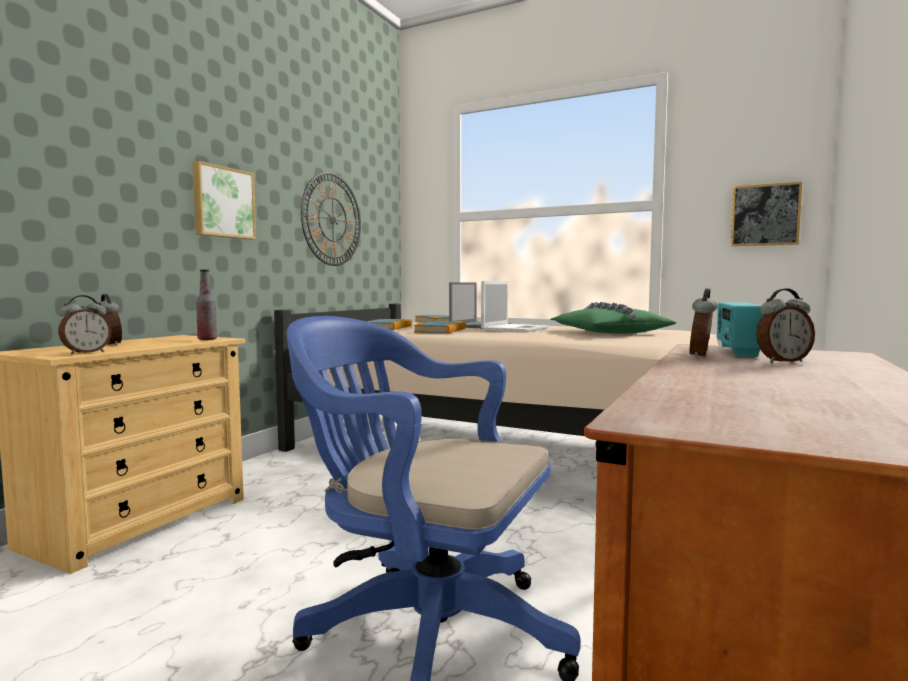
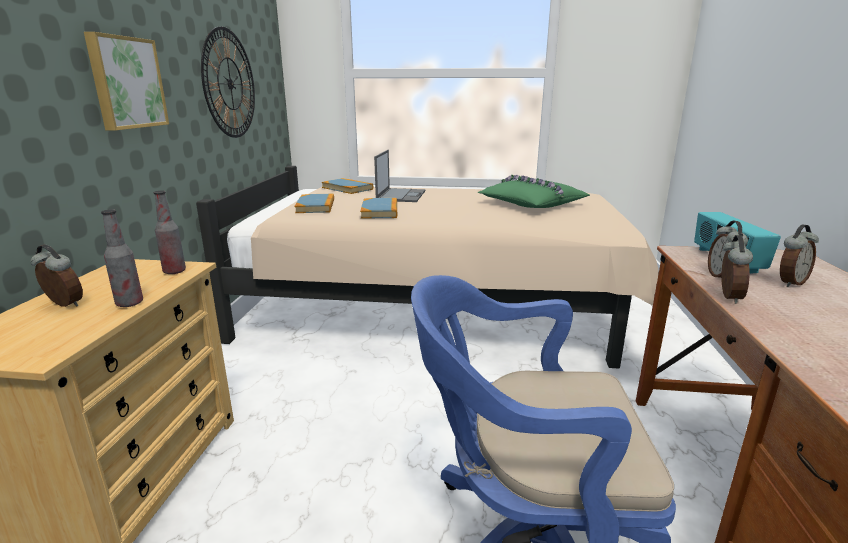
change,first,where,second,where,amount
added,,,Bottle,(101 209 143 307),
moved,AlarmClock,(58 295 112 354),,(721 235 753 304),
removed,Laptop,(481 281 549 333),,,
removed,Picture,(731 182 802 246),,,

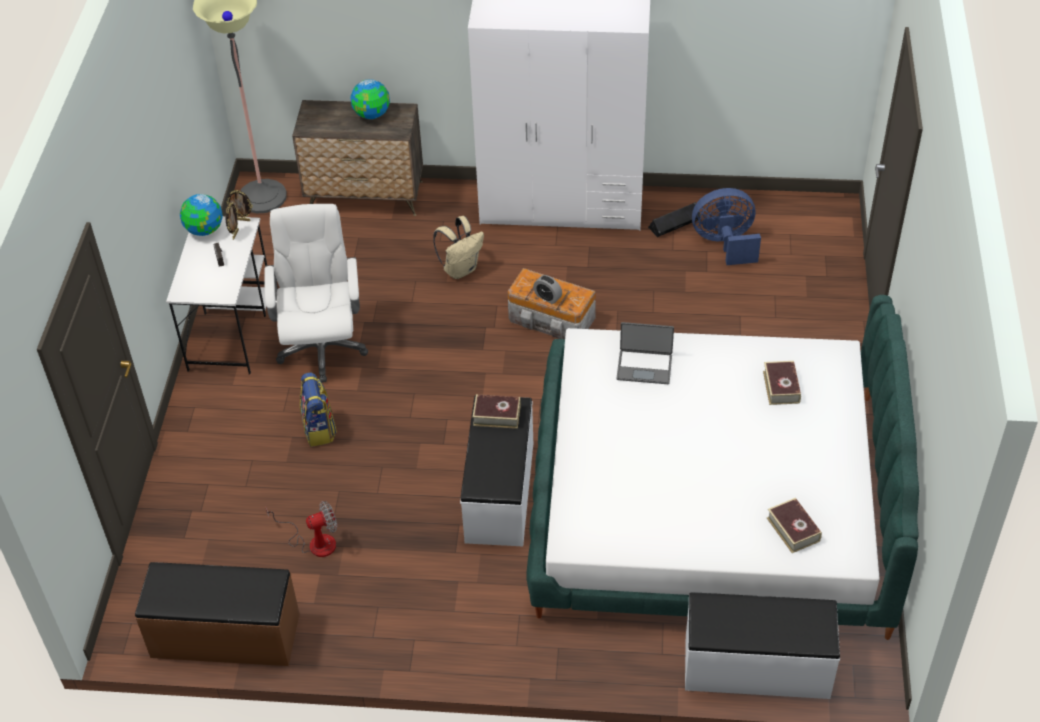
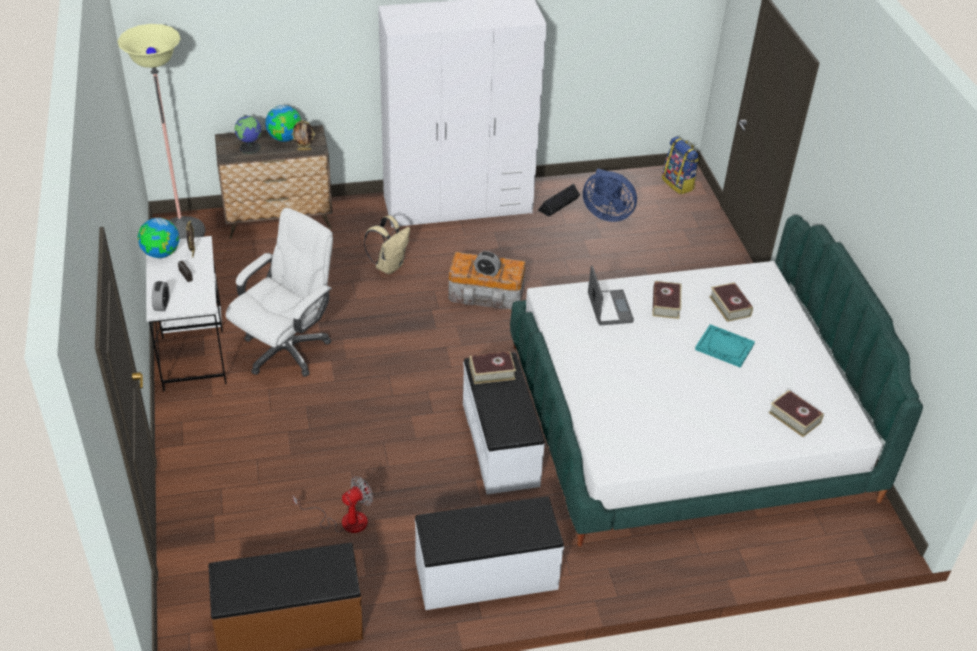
change,first,where,second,where,amount
added,,,AlarmClock,(152 281 169 311),
turned,WhiteOfficeChair,(265 204 368 383),,(226 208 333 377),60 degrees clockwise
added,,,Globe,(234 115 262 154),
moved,PictureFrame,(227 190 253 221),,(291 120 315 151),
moved,WhiteBench,(685 592 840 699),,(415 496 564 610),
turned,BlueFan,(692 188 761 265),,(583 169 637 222),135 degrees counterclockwise
turned,Laptop,(617 322 674 384),,(588 266 634 325),90 degrees counterclockwise
added,,,Book,(652 281 681 319),
moved,Backpack,(300 373 337 447),,(662 136 699 195),
added,,,TurquoiseTray,(695 324 755 368),

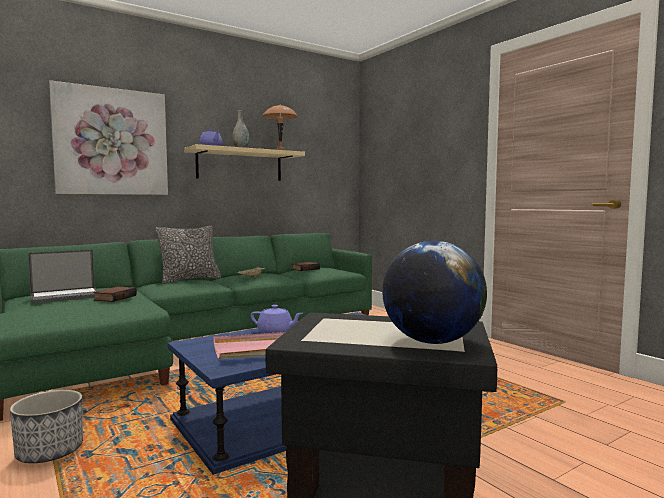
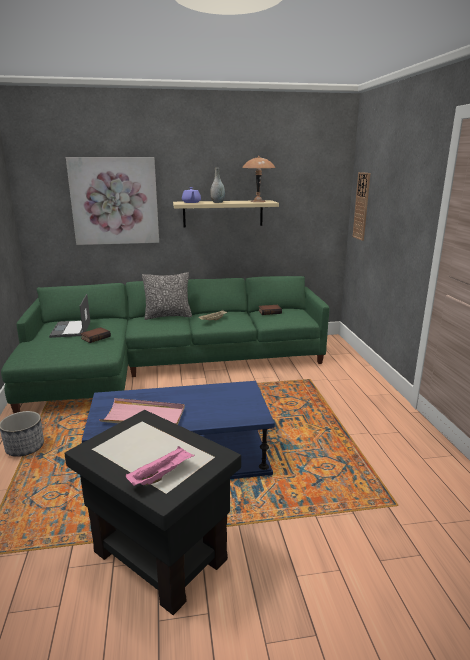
change,first,where,second,where,amount
turned,Laptop,(28 249 98 304),,(49 294 90 338),90 degrees clockwise
replaced,Globe,(382 241 487 344),PinkTray,(126 446 195 486),
added,,,WallClock,(353 172 370 241),
removed,PurpleTeapot,(251 305 303 333),,,

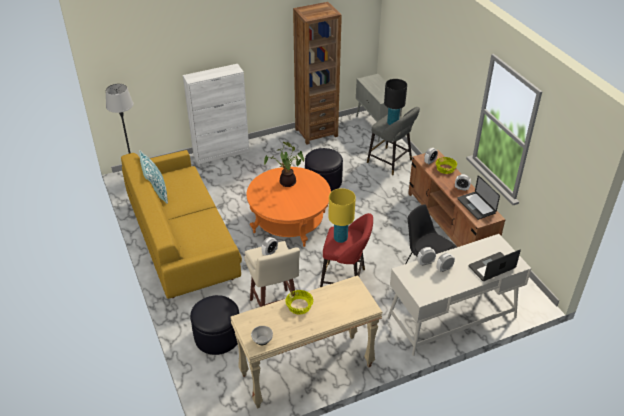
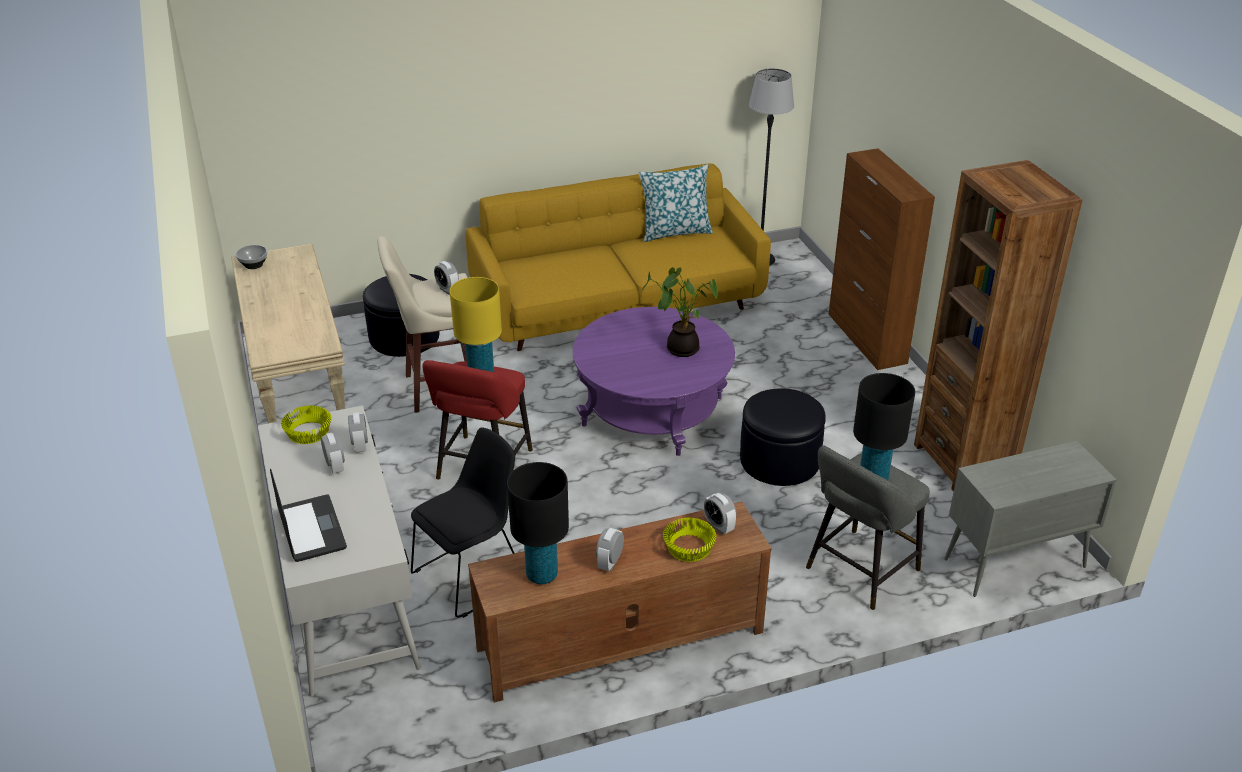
change,first,where,second,where,amount
moved,YellowBowl,(285 290 314 314),,(281 406 331 444),
replaced,Laptop,(457 175 500 220),BlackTableLamp,(507 462 569 584),
recoloured,OrangeCoffeeTable,(246 167 331 247),PurpleCoffeeTable,(573 307 735 456),
recoloured,WhiteCabinet,(183 64 249 164),BrownCabinet,(829 148 935 370),

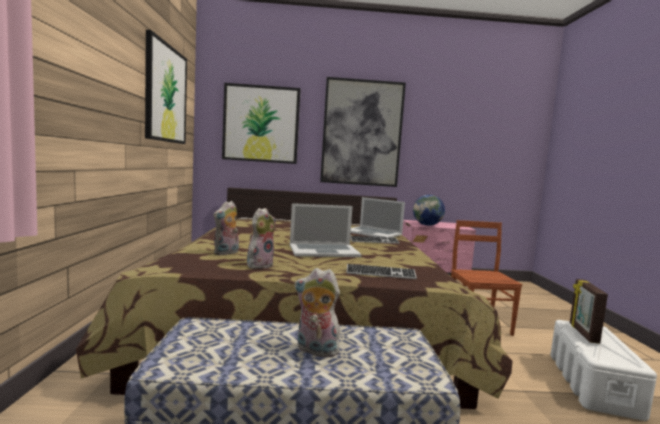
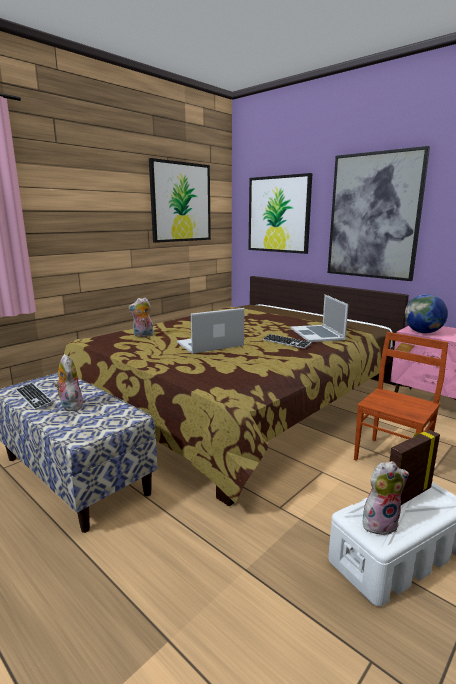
change,first,where,second,where,amount
moved,Keyboard,(346 264 417 279),,(16 383 53 410),
turned,Laptop,(290 203 362 257),,(177 308 244 354),120 degrees clockwise
moved,PlushToy,(247 208 276 269),,(363 461 409 535),

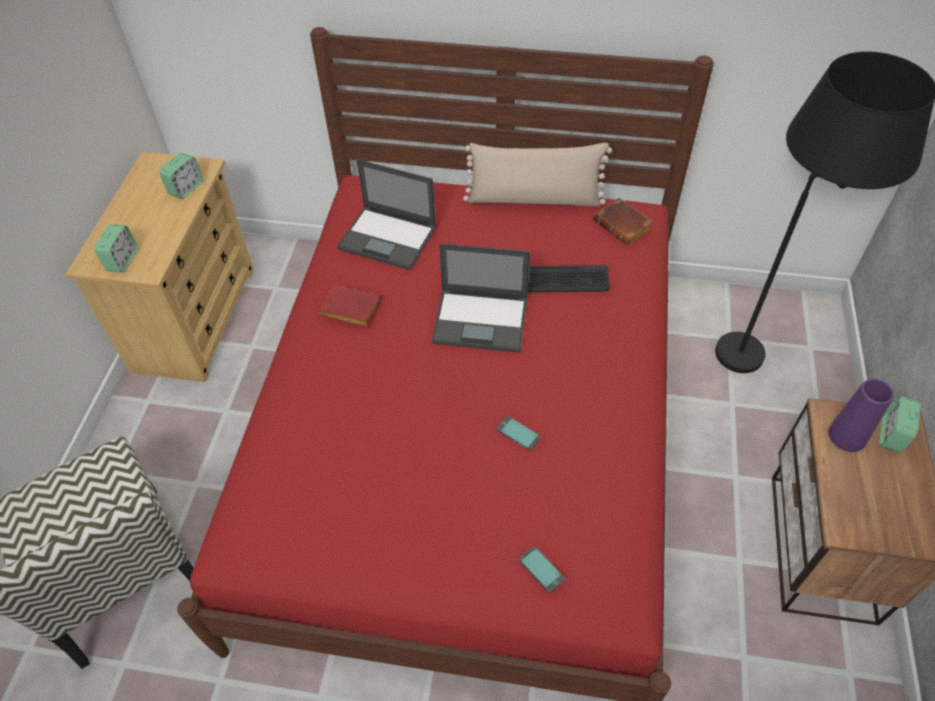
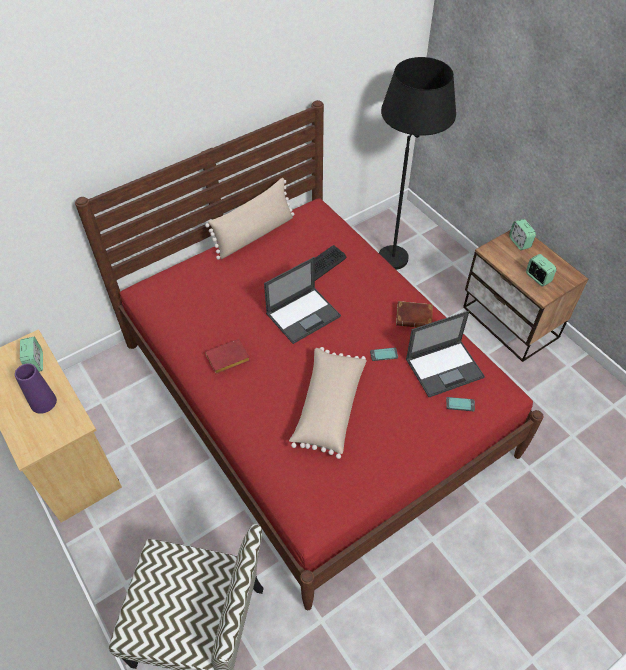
change,first,where,second,where,amount
moved,PurpleVase,(828 379 894 452),,(15 363 57 414),
added,,,BeigePillow,(289 347 367 459),
moved,BrownBook,(593 198 653 245),,(396 301 433 327),
moved,Laptop,(337 159 437 270),,(406 311 485 397),
moved,AlarmClock,(94 224 138 273),,(526 254 556 286),

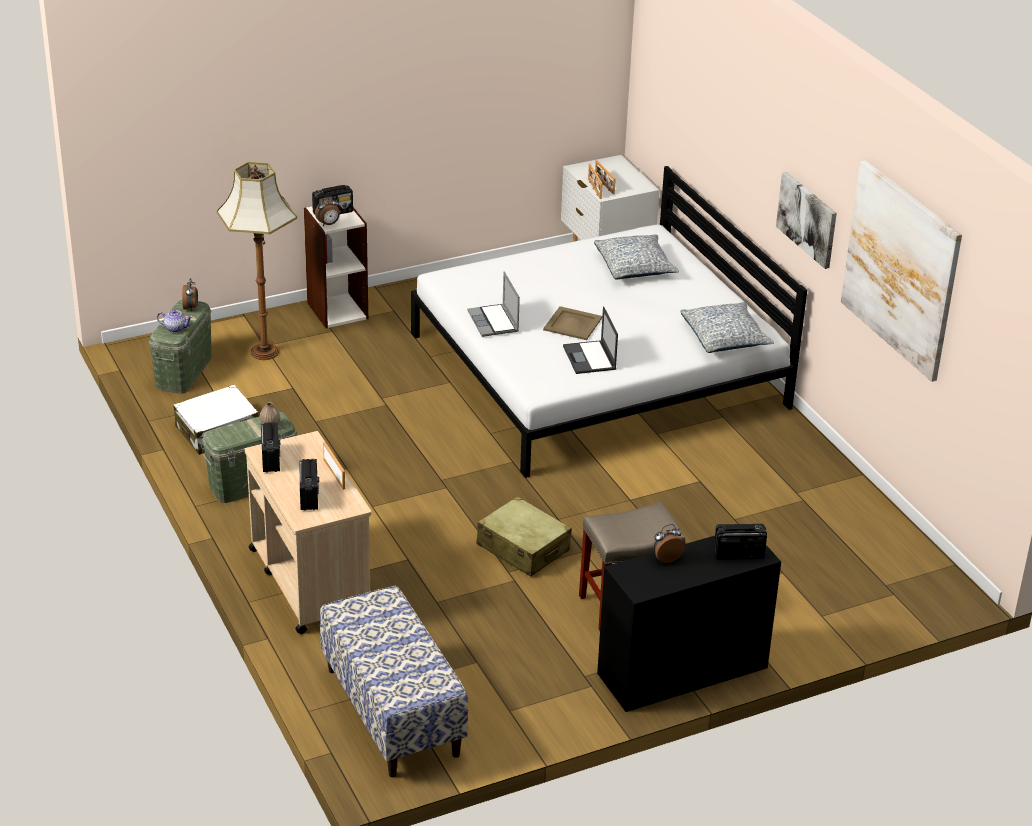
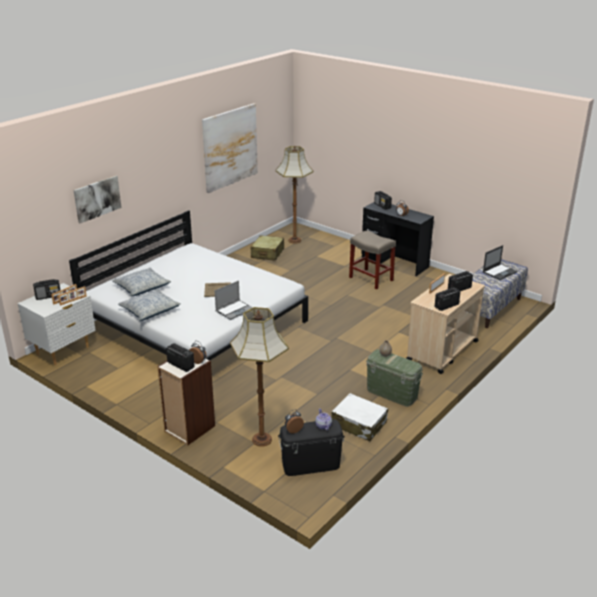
change,first,where,second,where,amount
added,,,Radio,(33 279 60 300),
moved,Picture,(776 172 837 269),,(74 175 121 223),
moved,Pillow,(681 302 774 353),,(118 289 181 321),
moved,BeigeSuitcase,(476 496 572 577),,(251 235 284 261),
added,,,FloorLamp,(275 146 313 244),
recoloured,GreenStorageBox,(149 300 212 394),BlackStorageBox,(278 419 345 476),
moved,Laptop,(563 307 618 374),,(483 245 517 280),

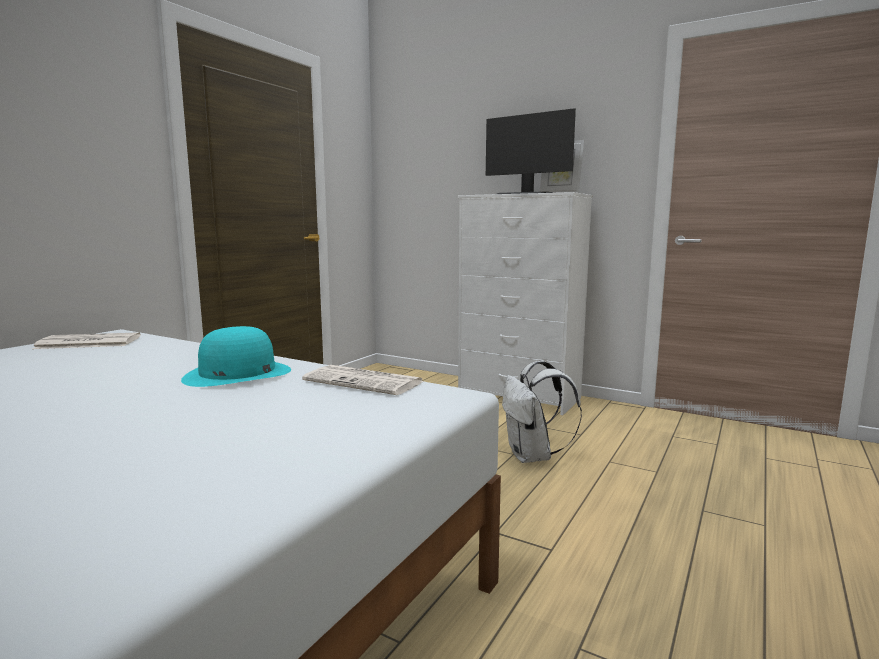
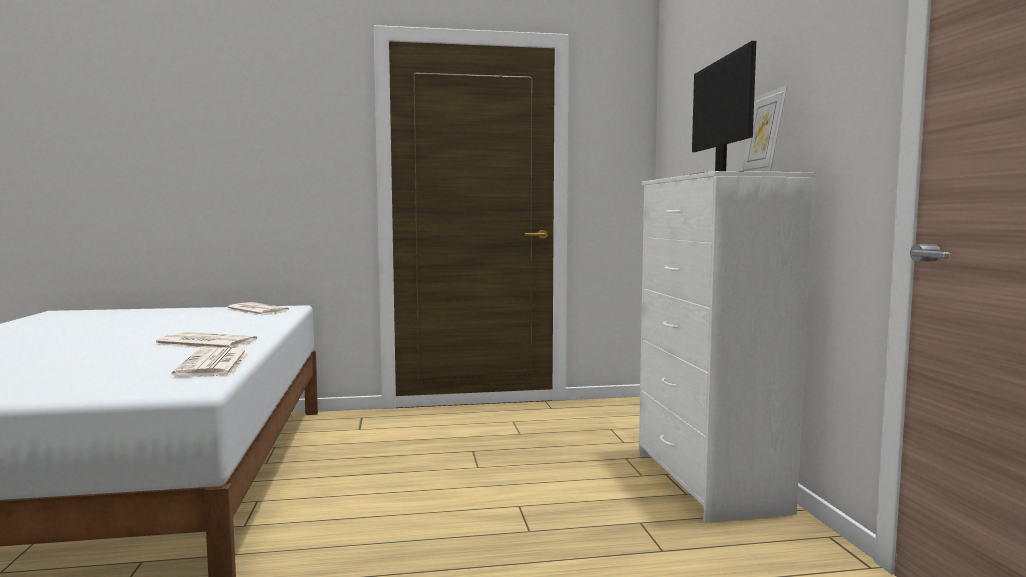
change,first,where,second,where,amount
replaced,TurquoiseHat,(181 326 291 387),Newspaper,(154 332 257 349),
removed,WhiteBackpack,(502 361 582 463),,,

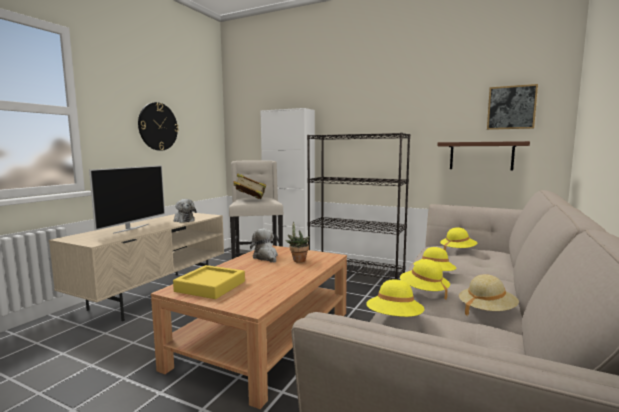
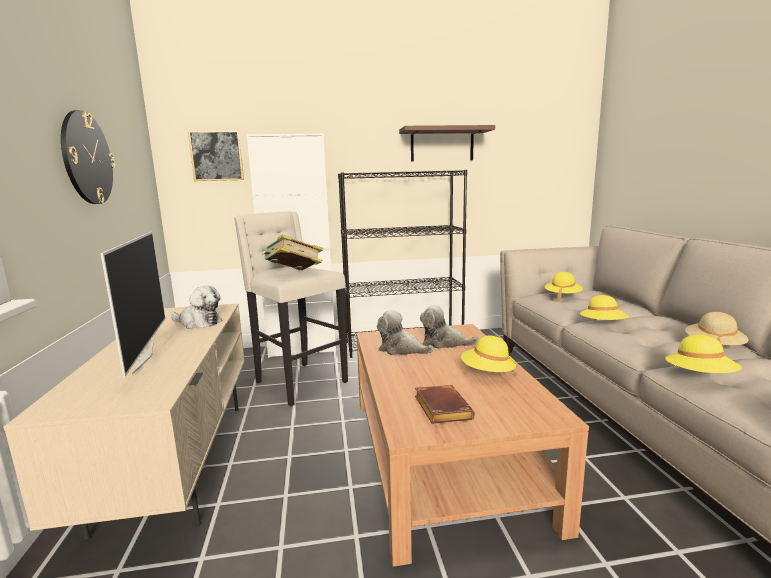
change,first,where,second,where,amount
moved,Picture,(487 84 538 130),,(188 130 244 181),
moved,BrownShelf,(437 141 530 171),,(399 125 495 162),
replaced,YellowTray,(173 265 245 299),BrownBook,(415 385 475 424),
replaced,PottedPlant,(285 222 309 263),PlushToy,(420 305 478 349),
moved,YellowHat,(400 259 450 300),,(461 336 517 376),

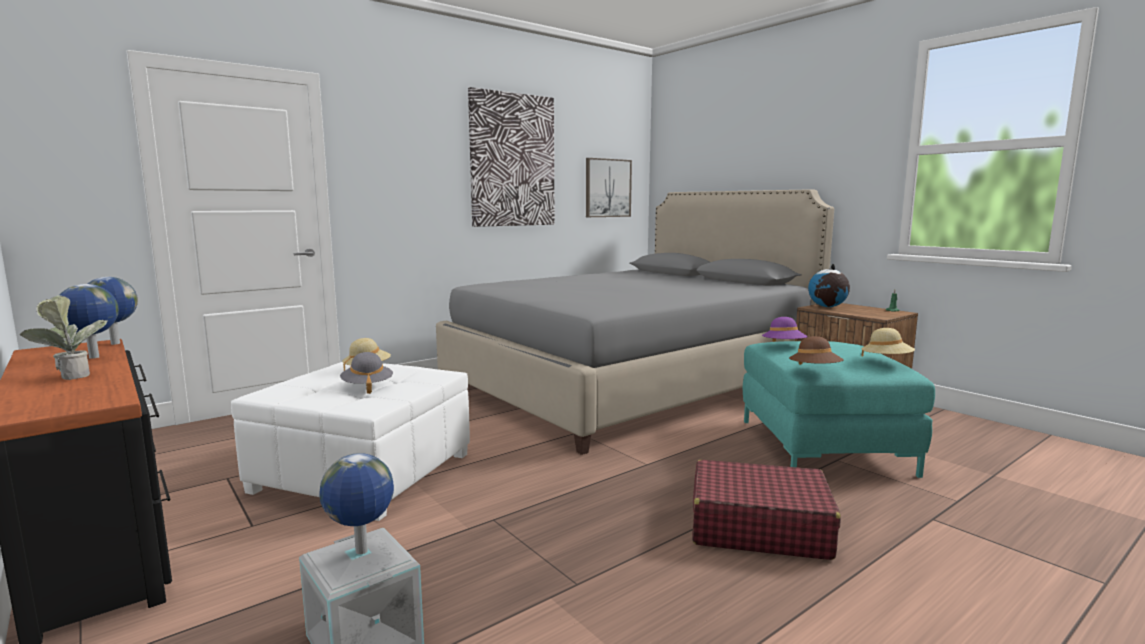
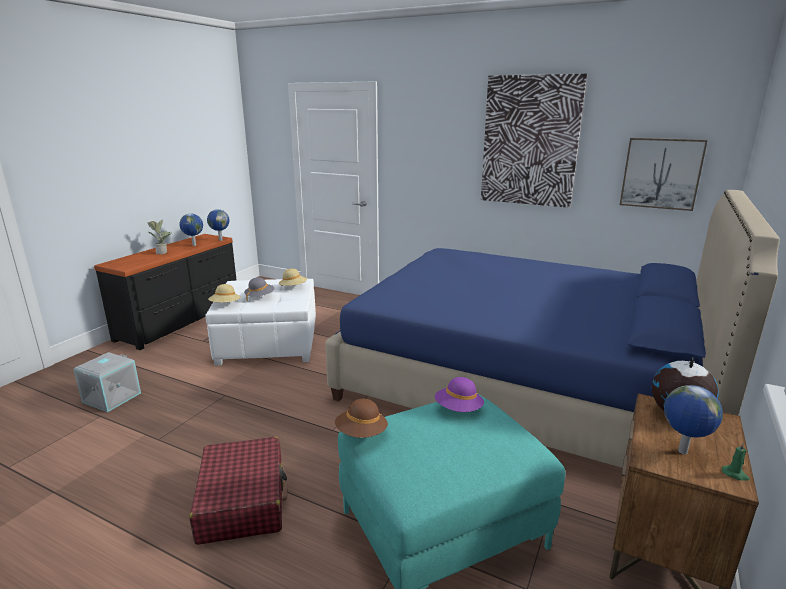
change,first,where,second,where,amount
moved,BeigeHat,(862 328 915 357),,(208 284 241 303),
recoloured,GreyBed,(436 189 834 455),BlueBed,(325 190 780 468),
moved,Globe,(320 453 394 554),,(664 385 723 454),

